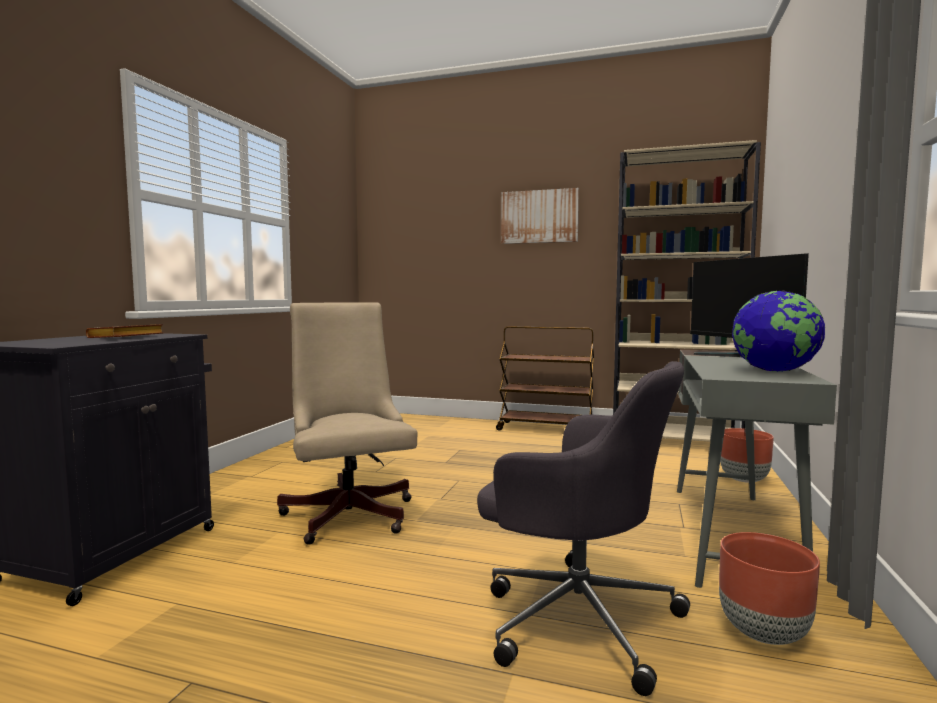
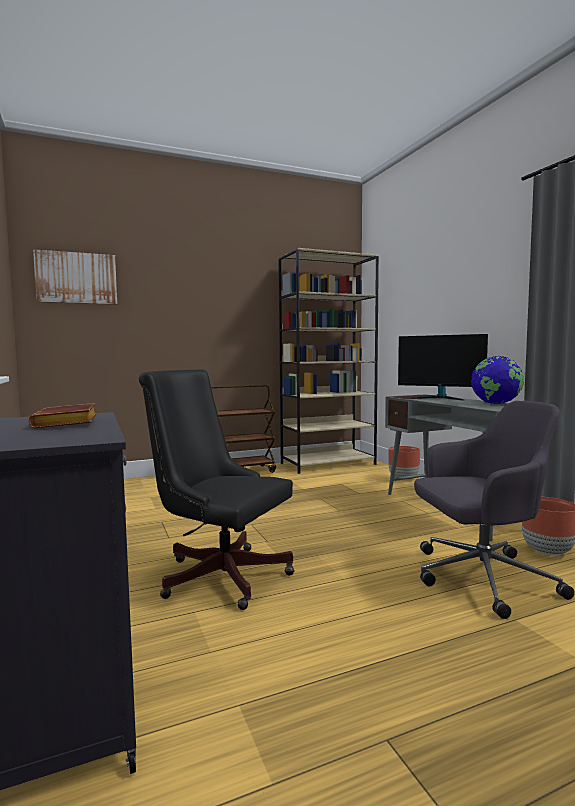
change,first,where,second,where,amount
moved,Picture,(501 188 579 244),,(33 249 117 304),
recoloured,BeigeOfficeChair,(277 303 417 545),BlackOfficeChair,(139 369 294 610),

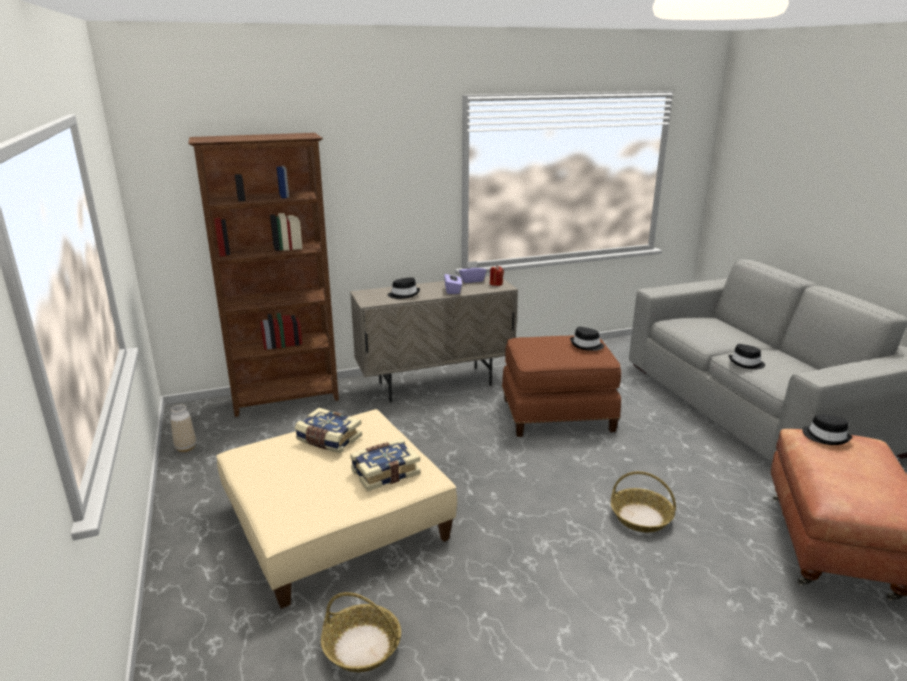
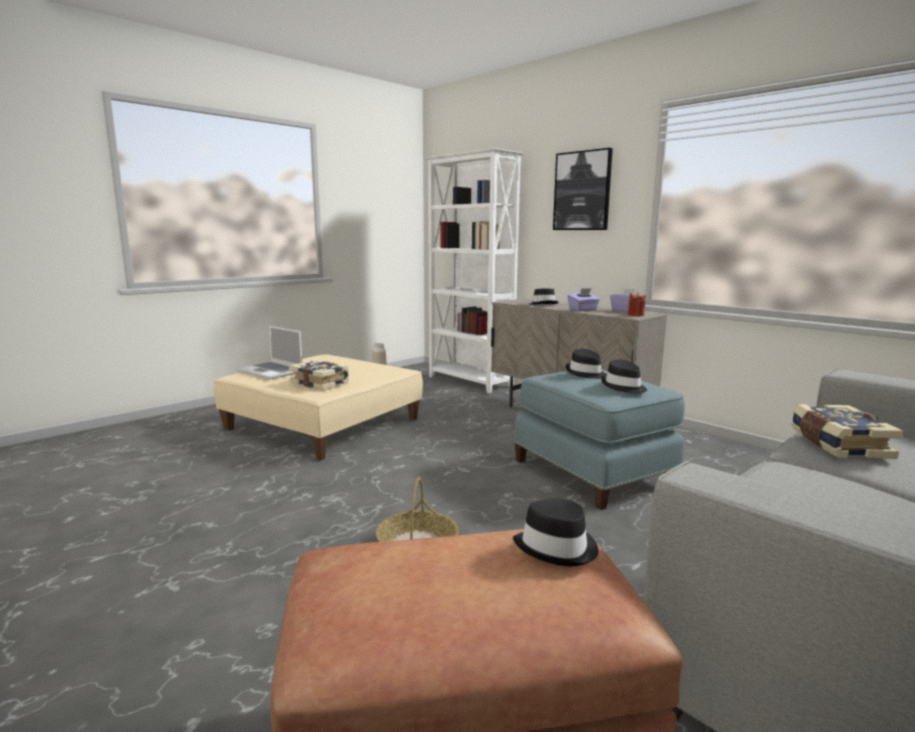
change,first,where,second,where,amount
added,,,Laptop,(239 326 302 380),
recoloured,BrownBookcase,(188 133 339 417),WhiteBookcase,(424 148 524 394),
recoloured,BrownOttoman,(502 335 621 437),BlueOttoman,(514 370 685 510),
added,,,Picture,(553 148 613 230),
moved,BlackHat,(728 344 765 369),,(566 349 605 379),
moved,Book,(295 408 362 453),,(791 404 903 459),
removed,Basket,(321 592 401 672),,,

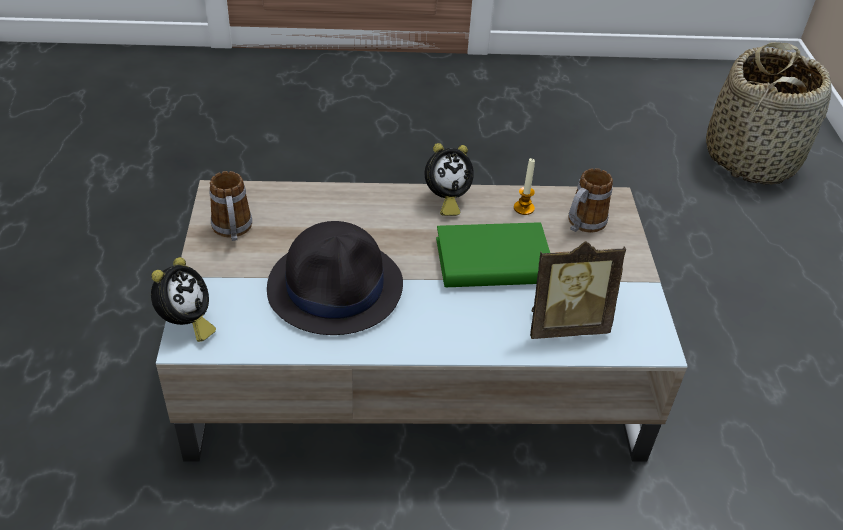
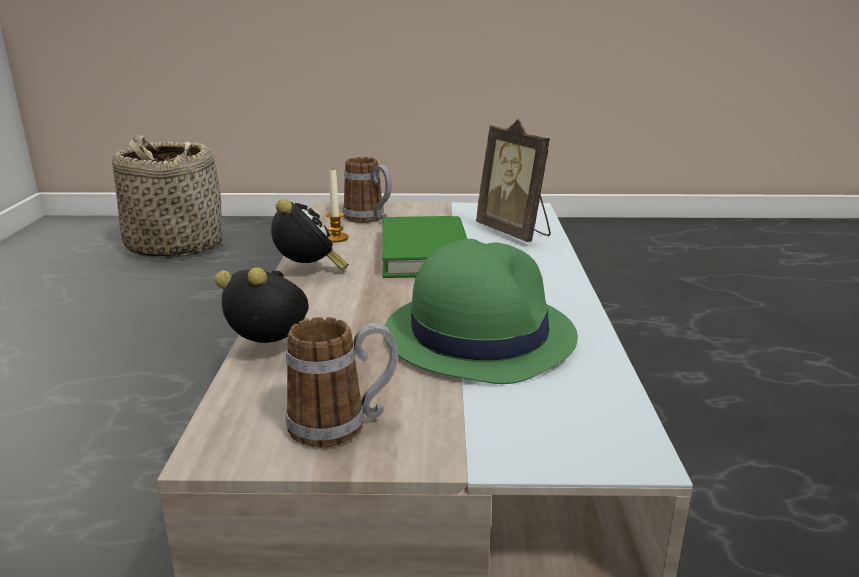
change,first,where,second,where,amount
moved,AlarmClock,(151 257 216 342),,(215 267 311 343),
recoloured,BlackHat,(267 221 403 335),GreenHat,(384 239 578 384),
turned,PictureFrame,(530 241 626 339),,(476 119 551 242),150 degrees clockwise

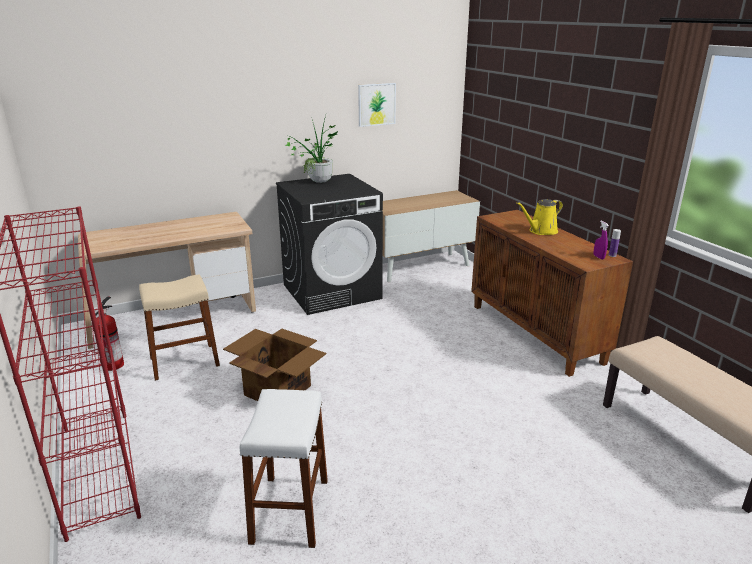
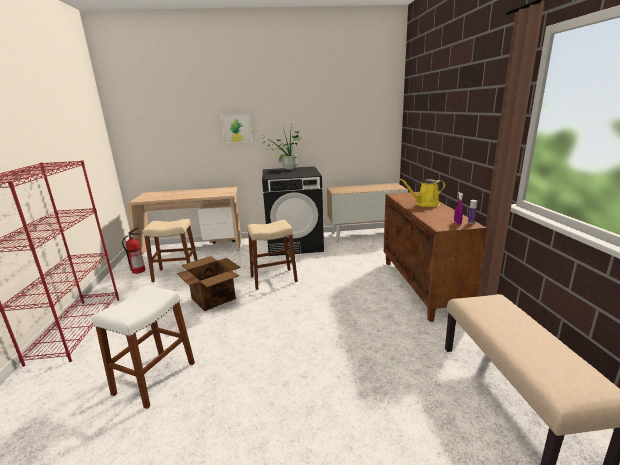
change,first,where,second,where,amount
moved,Picture,(358 83 396 127),,(220 113 252 144),
added,,,BeigeStool,(247 220 298 290),

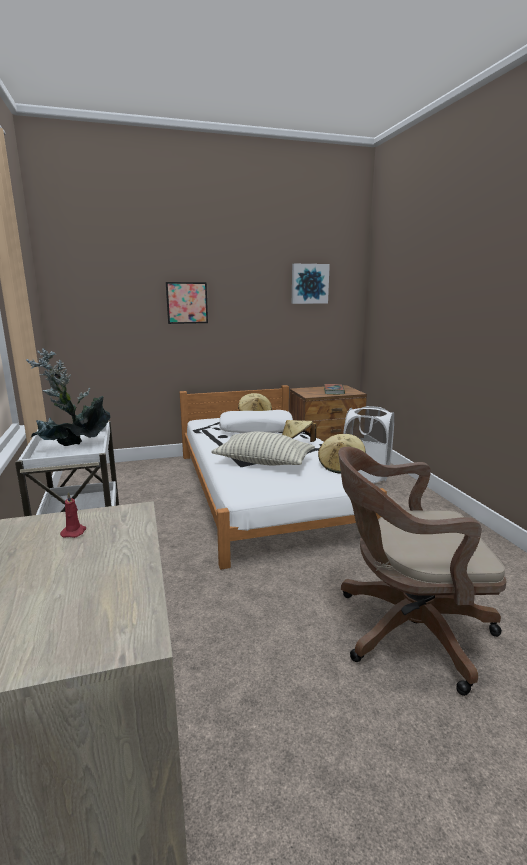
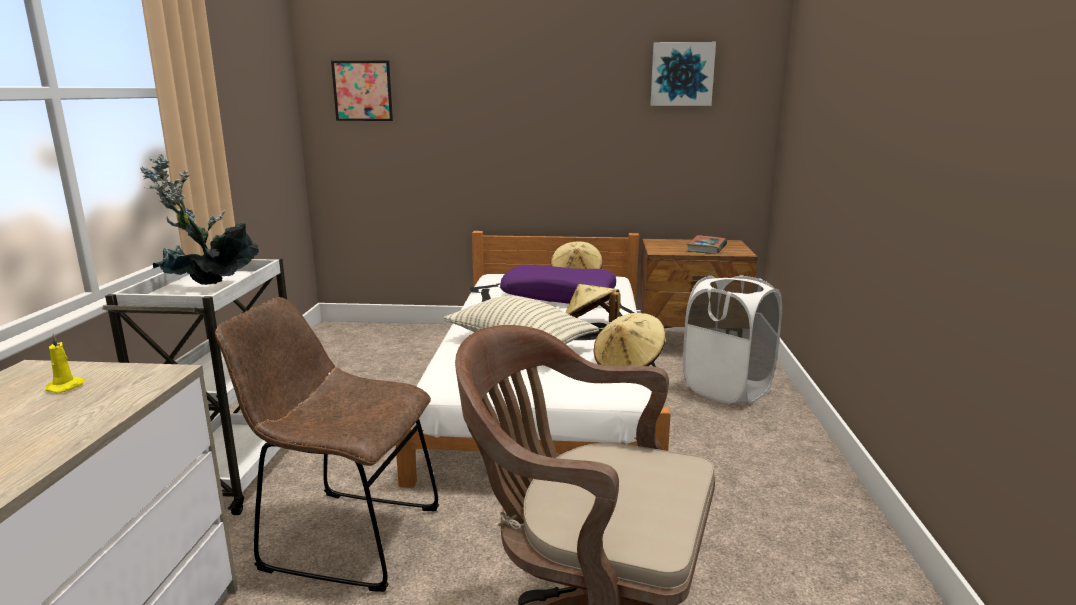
change,first,where,second,where,amount
recoloured,RedCandle,(60 492 86 538),YellowCandle,(45 333 85 393),
added,,,BrownChair,(215 297 439 592),
moved,Picture,(166 282 208 324),,(331 61 393 121),
recoloured,WhitePillow,(219 410 293 433),PurplePillow,(500 265 616 304),

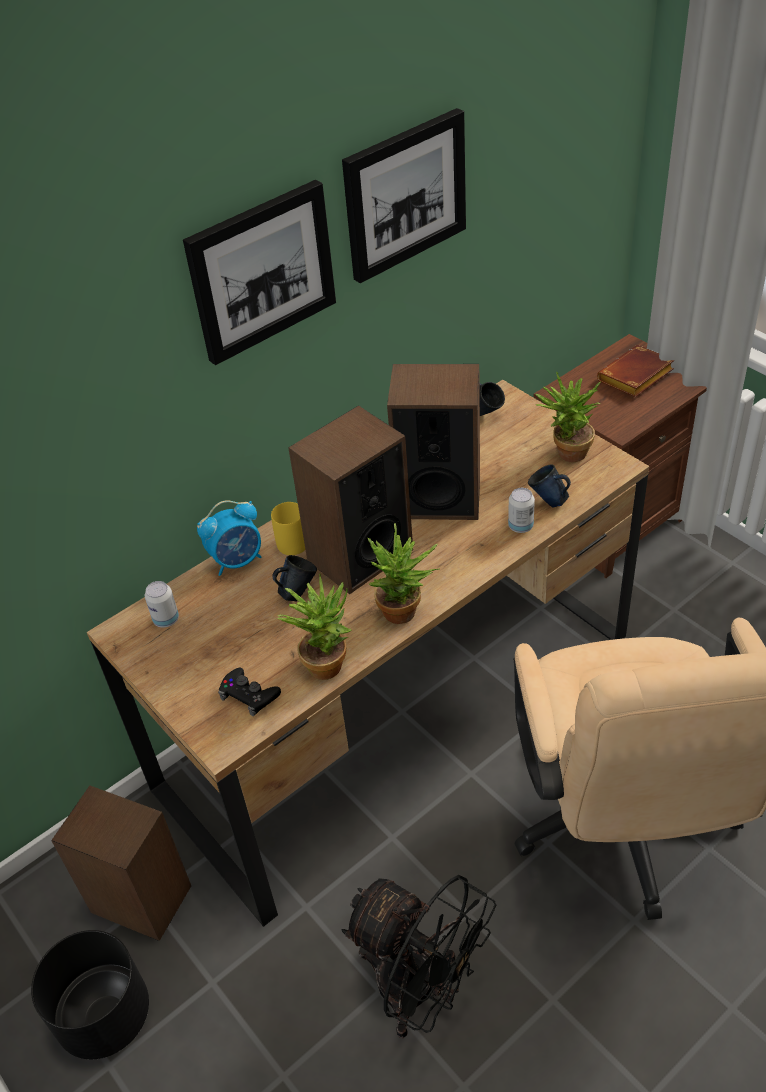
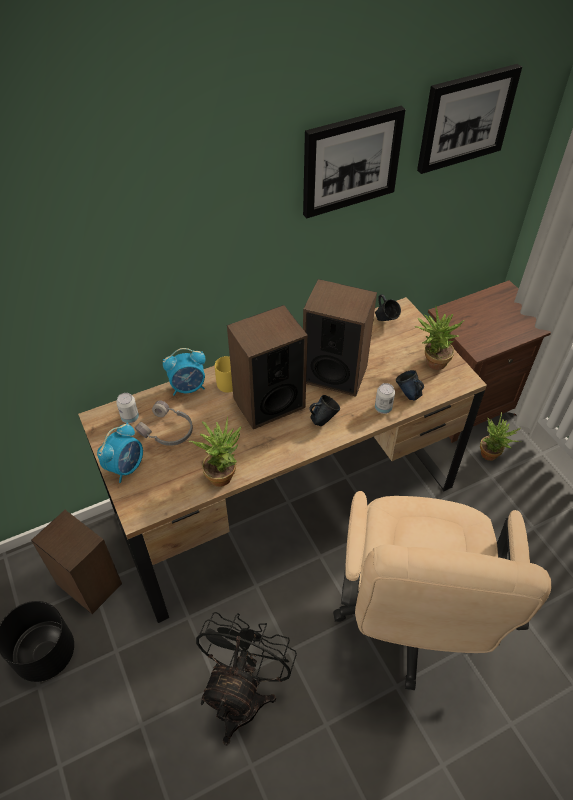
change,first,where,second,where,amount
added,,,AlarmClock,(97 422 143 483),
added,,,GreyHeadphones,(135 400 193 446),
turned,BlackFan,(341 875 496 1038),,(196 612 297 745),120 degrees counterclockwise
moved,BlueMug,(273 555 317 601),,(309 395 340 426),
moved,Picture,(183 180 336 365),,(417 64 522 174),
moved,PottedPlant,(368 523 440 624),,(480 412 521 461),
removed,BlackGameController,(218 668 281 716),,,
removed,BrownBook,(597 345 674 397),,,

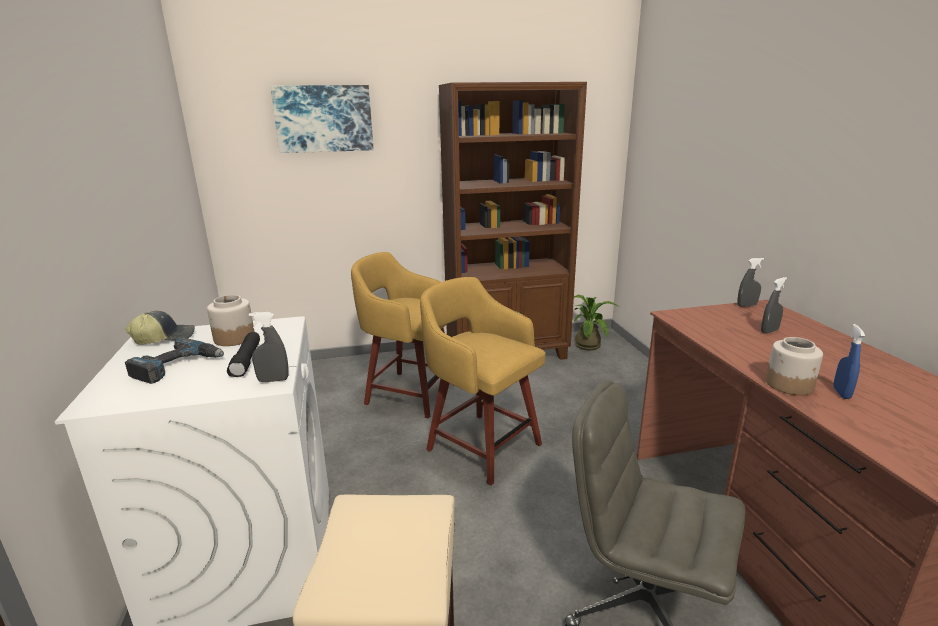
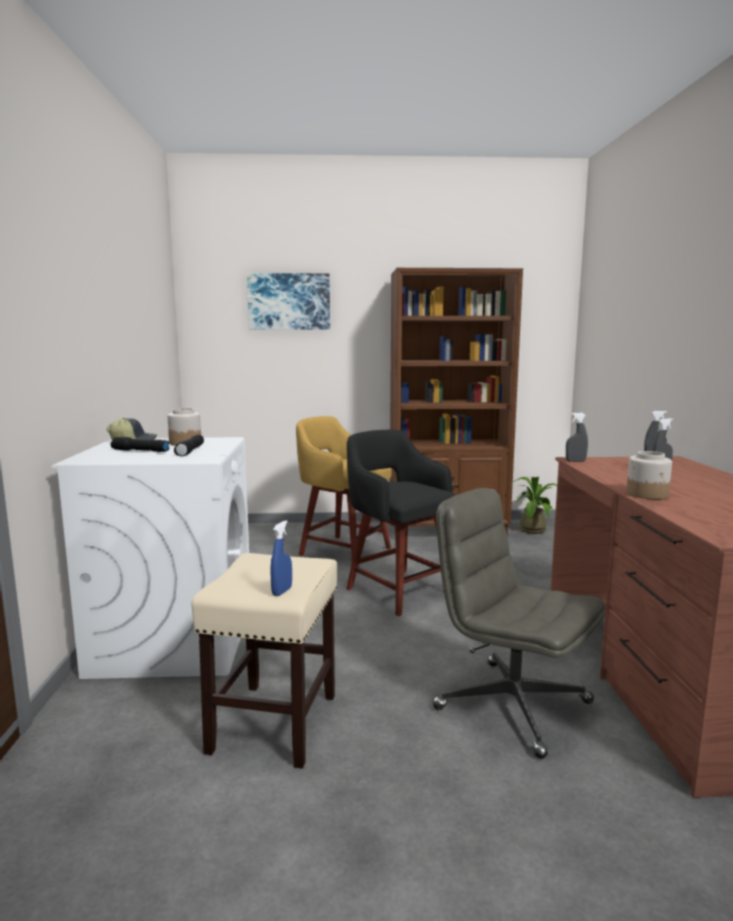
change,first,where,second,where,amount
replaced,PowerDrill,(125 337 224 384),BlackFlashlight,(111 437 169 452),
moved,BlueSprayBottle,(833 324 865 399),,(270 520 292 596),
recoloured,YellowStool,(420 277 546 486),BlackStool,(346 430 457 617),
moved,GreySprayBottle,(249 312 288 382),,(566 413 588 462),

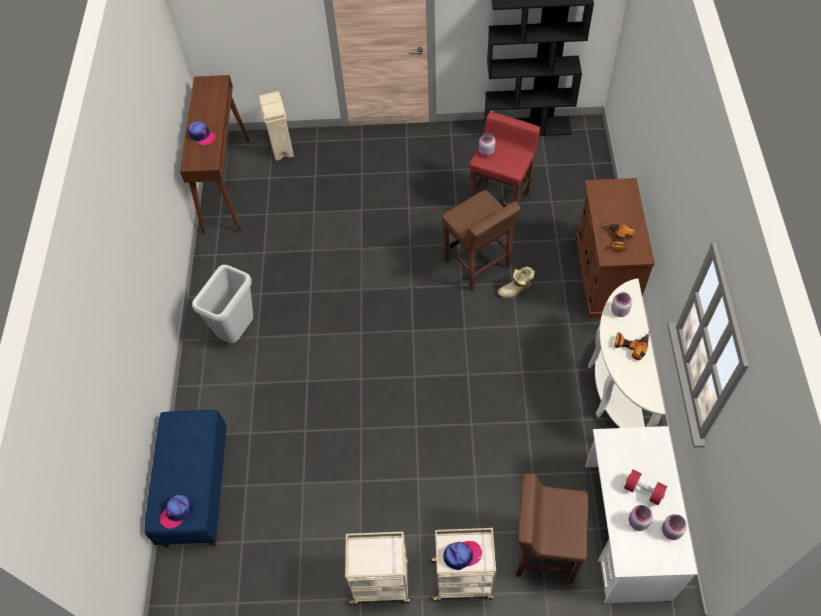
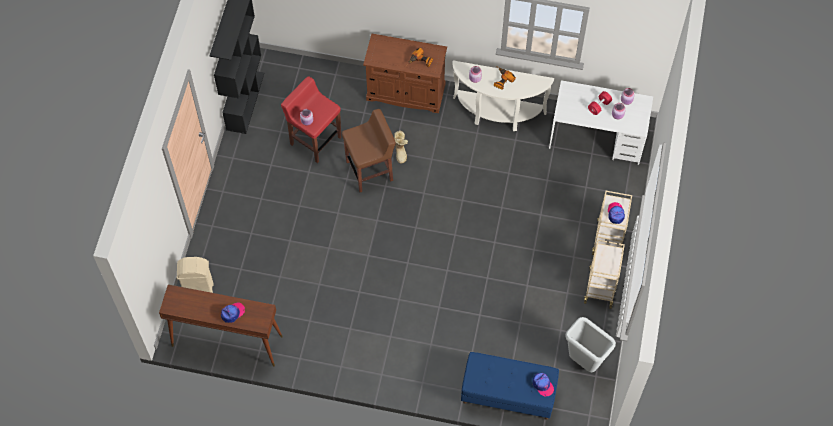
change,first,where,second,where,amount
moved,GreyTrashCan,(192 265 253 343),,(565 317 616 372),
removed,BrownStool,(516 473 588 583),,,

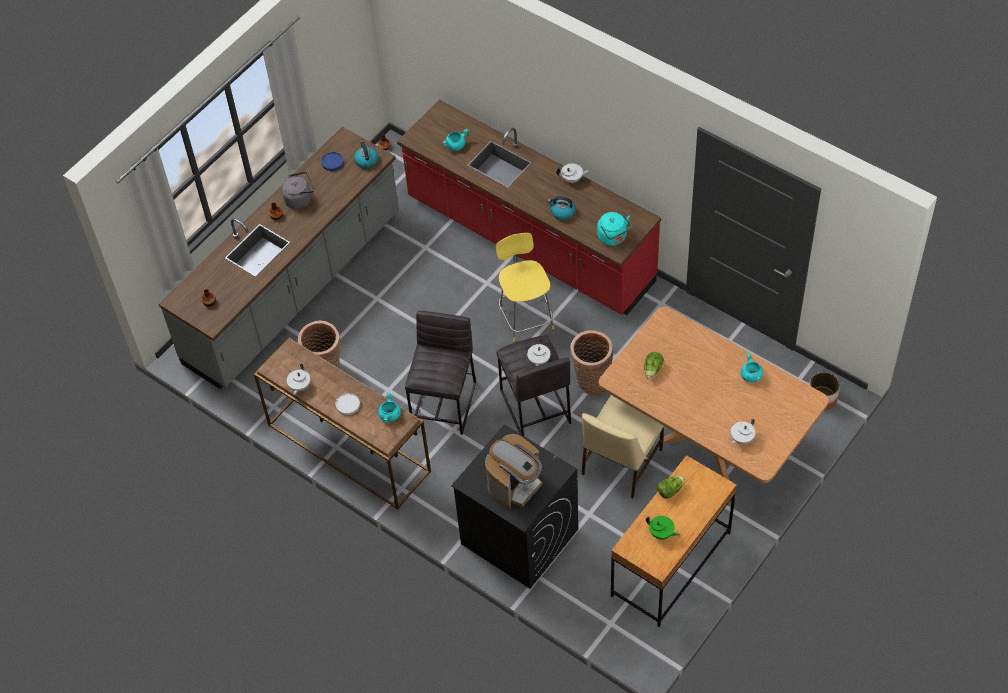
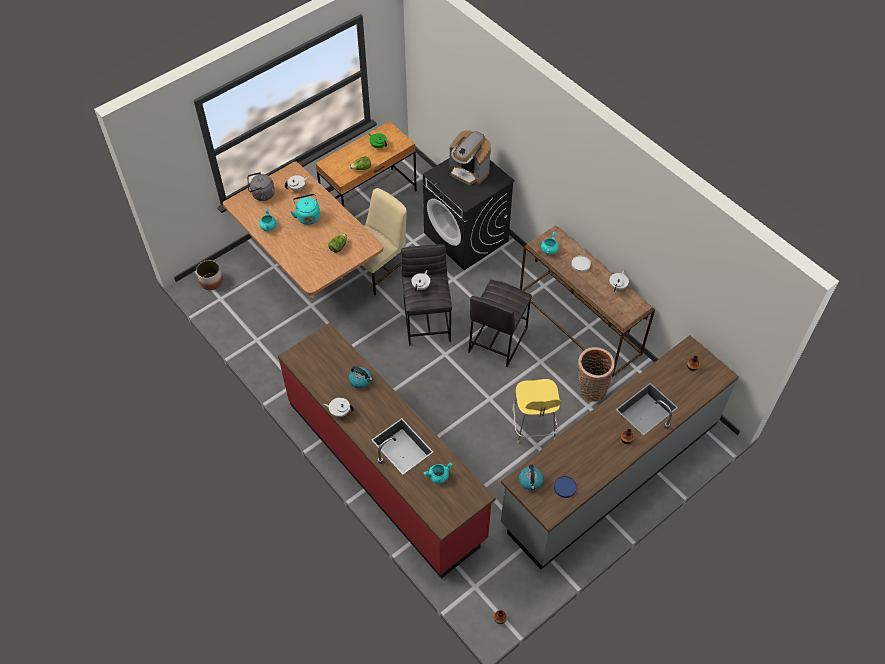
change,first,where,second,where,amount
moved,GreyKettle,(282 172 314 209),,(247 172 275 201),
moved,TurquoiseKettle,(597 212 632 246),,(291 194 320 225),
turned,CoffeeMachine,(485 434 542 509),,(449 130 491 186),105 degrees counterclockwise
moved,YellowStool,(496 233 554 341),,(512 379 562 443),
removed,Basket,(570 330 613 396),,,

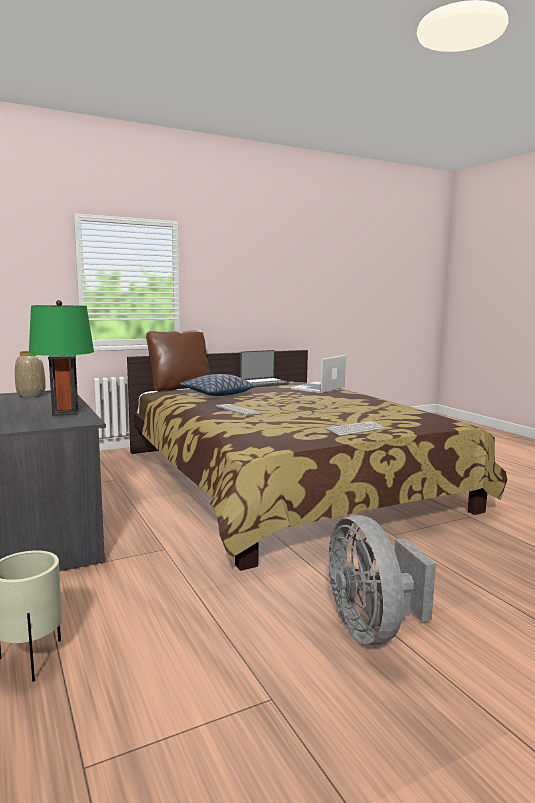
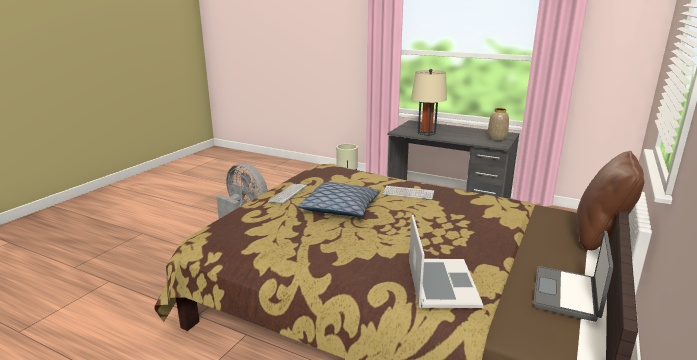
change,first,where,second,where,amount
moved,Pillow,(180 374 255 396),,(298 182 381 217),
recoloured,GreenTableLamp,(29 300 94 416),BeigeTableLamp,(411 69 447 136),

